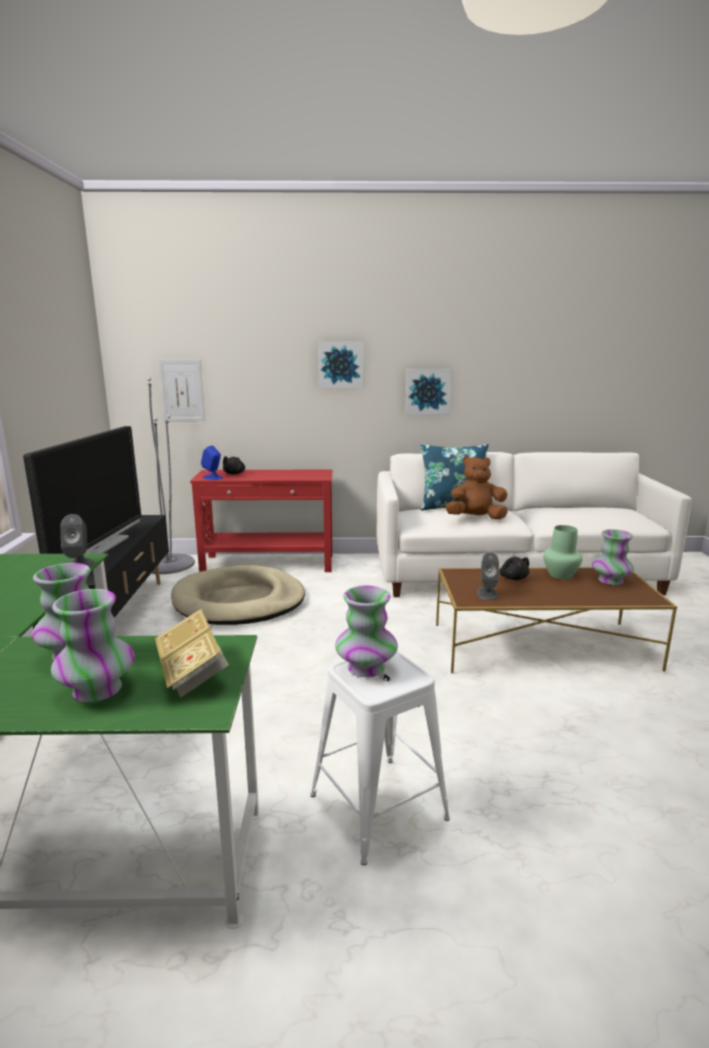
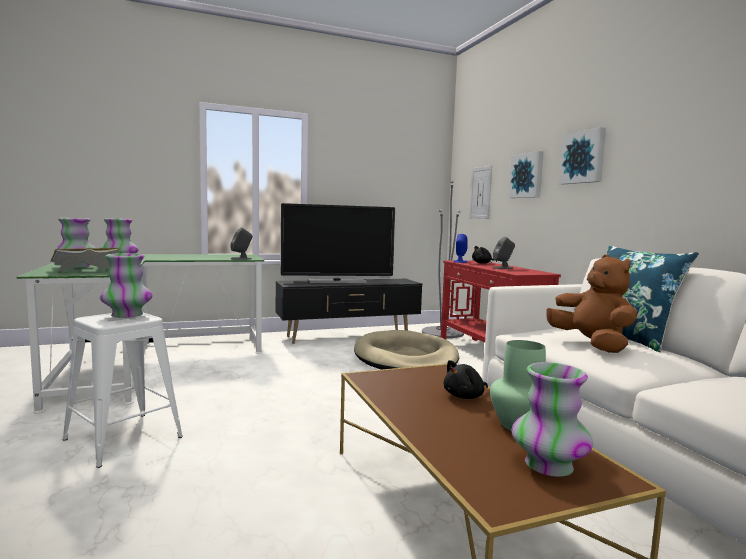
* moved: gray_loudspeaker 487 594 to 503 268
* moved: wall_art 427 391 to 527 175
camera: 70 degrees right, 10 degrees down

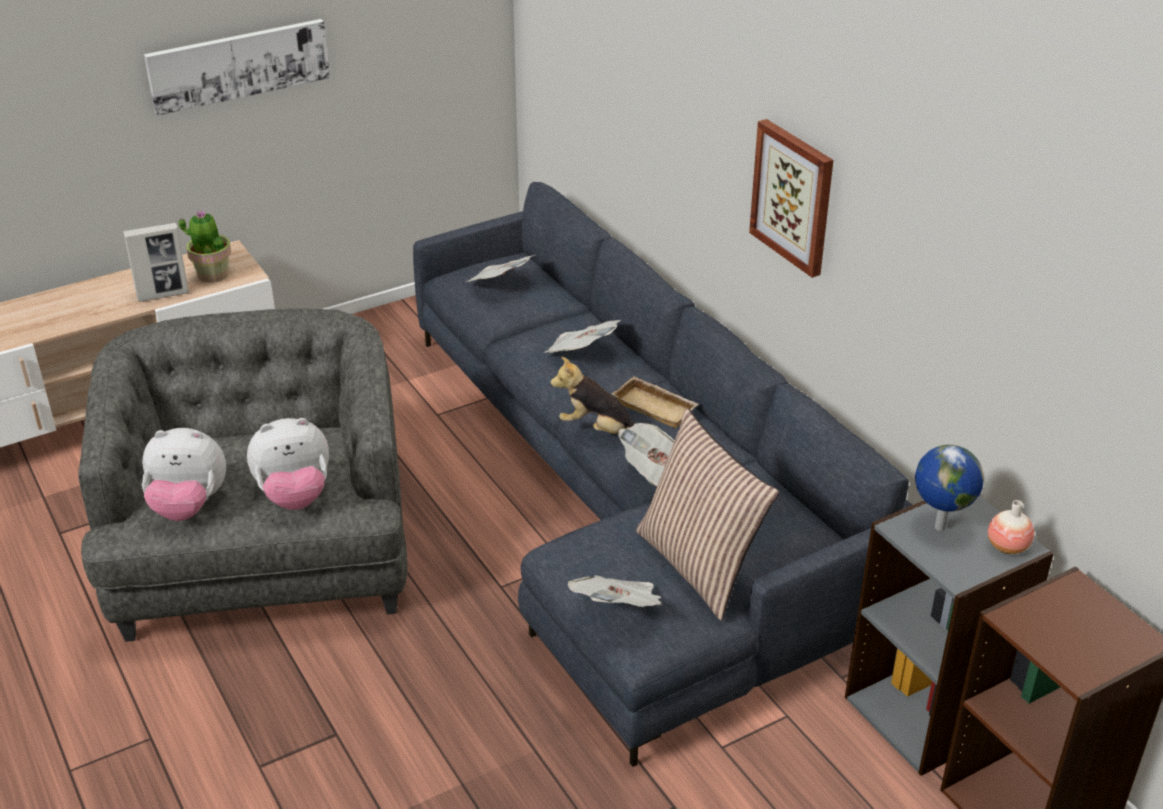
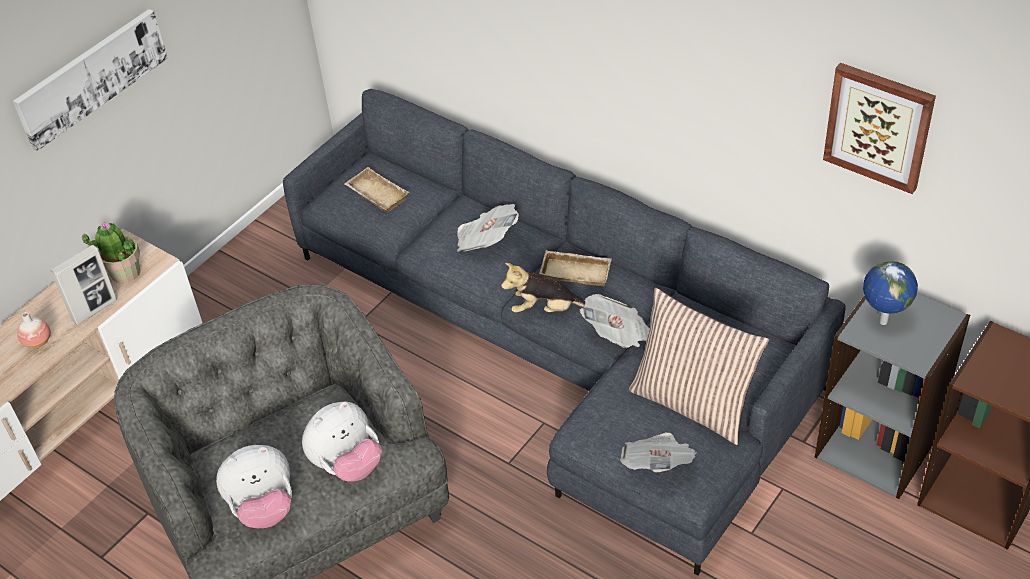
* moved: decorative_vase 1007 547 to 38 342
* replaced: printed_paper 500 285 to sand-coloured_tray 375 194
* moved: wall_art 793 196 to 879 126
camera: 20 degrees left, 10 degrees up

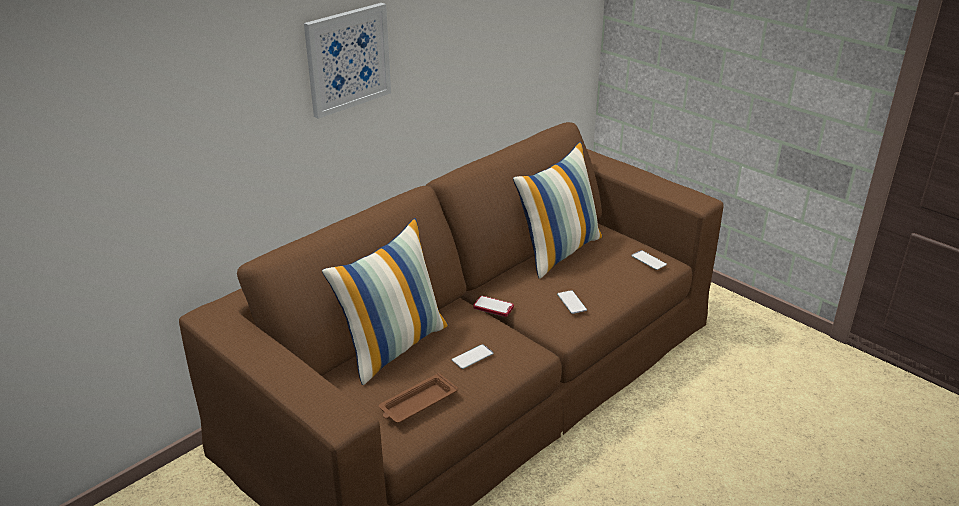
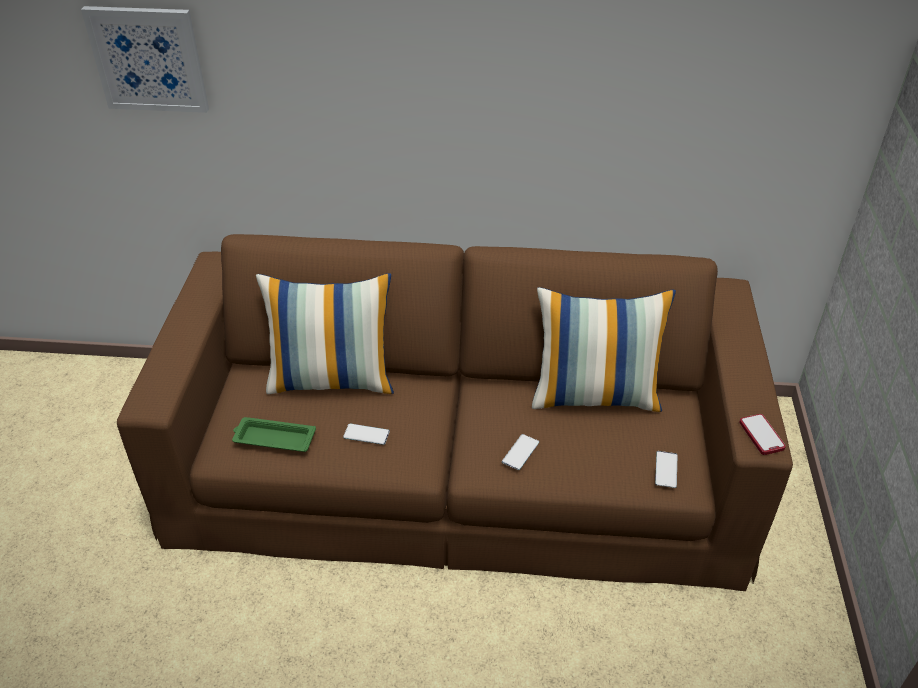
* moved: wall_art 347 59 to 148 59
* recoloured: brown_tray 417 403 to greenish_tray 273 438
* moved: handset 493 307 to 761 435
camera: 50 degrees right, 10 degrees up

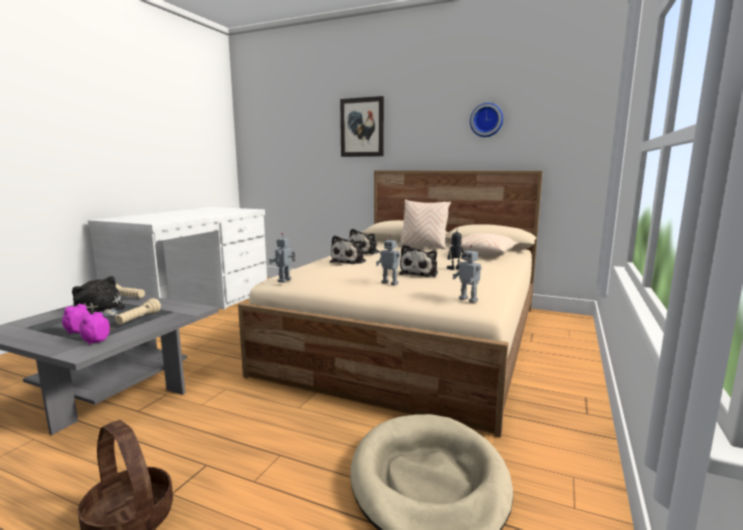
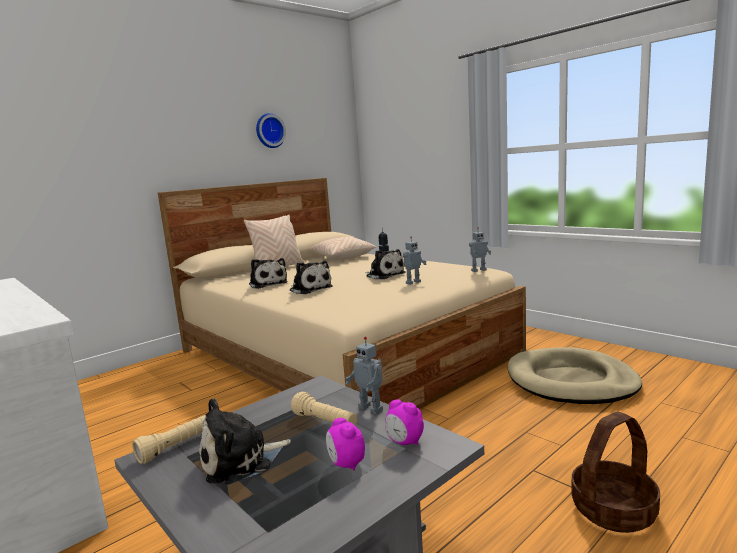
* moved: robot_figure 285 280 to 371 408
* removed: wall_art 362 127
camera: 65 degrees left, 0 degrees up

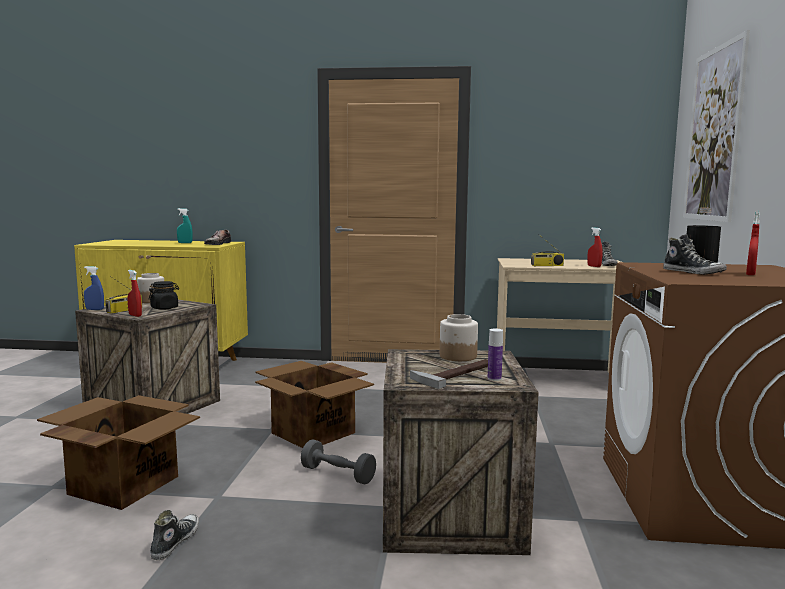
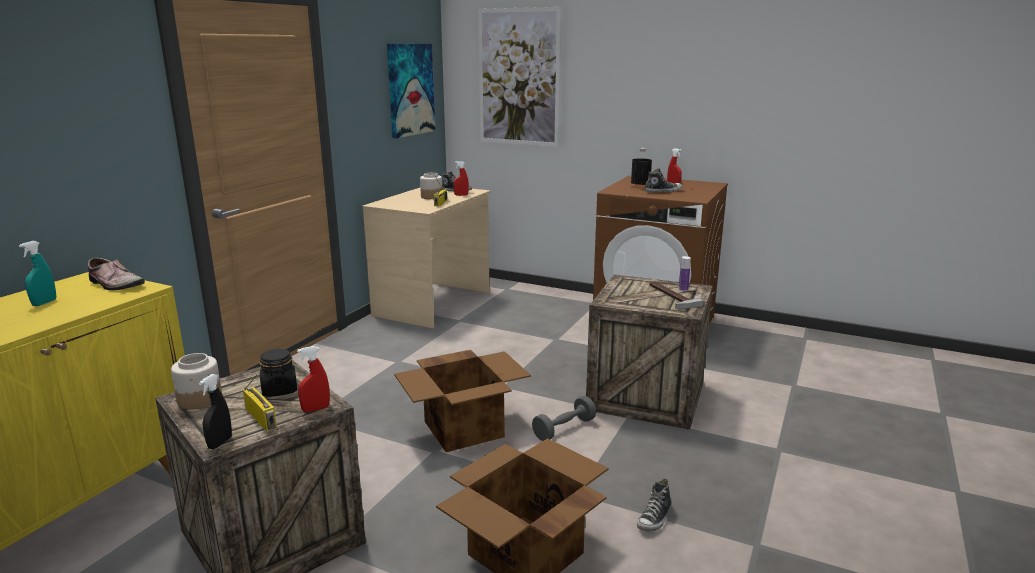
* recoloured: blue_hand_sprayer 94 309 to blackish_hand_sprayer 220 443
* added: wall_art 410 89
* moved: storage_jar 457 356 to 431 197
* turned: shoe 175 542 = 654 519 90 degrees counterclockwise
camera: 70 degrees left, 10 degrees up

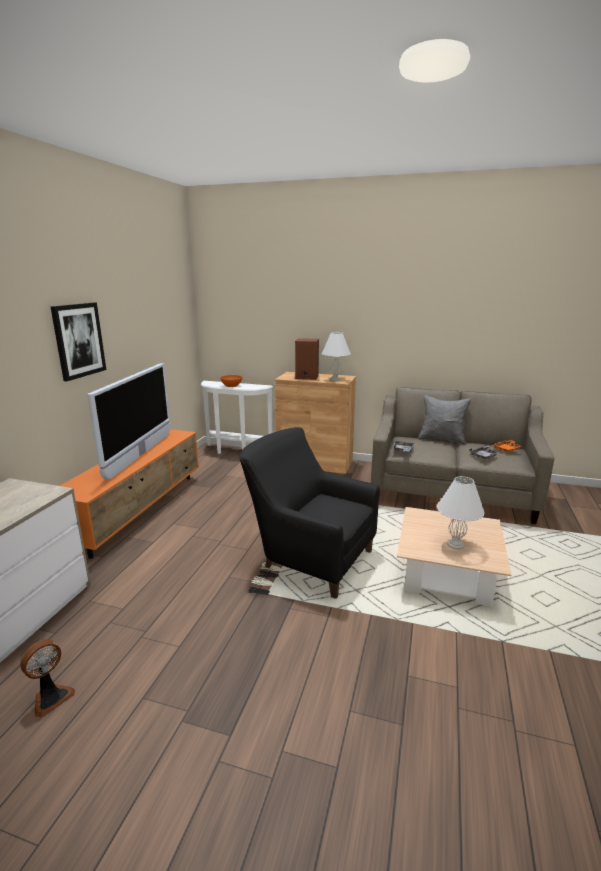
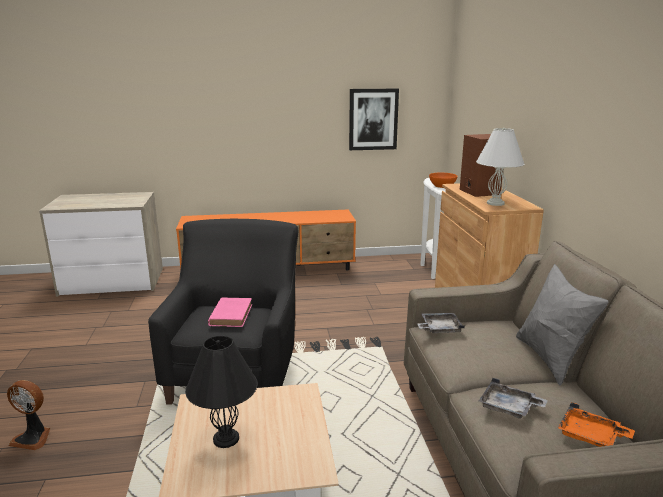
* moved: cooling_fan 51 697 to 33 438
* recoloured: white_table_lamp 456 545 to blackish_table_lamp 225 439
* added: pink-coloured_book 231 314
* moved: wall_art 79 340 to 373 119
* removed: TV 140 454
camera: 65 degrees right, 0 degrees up

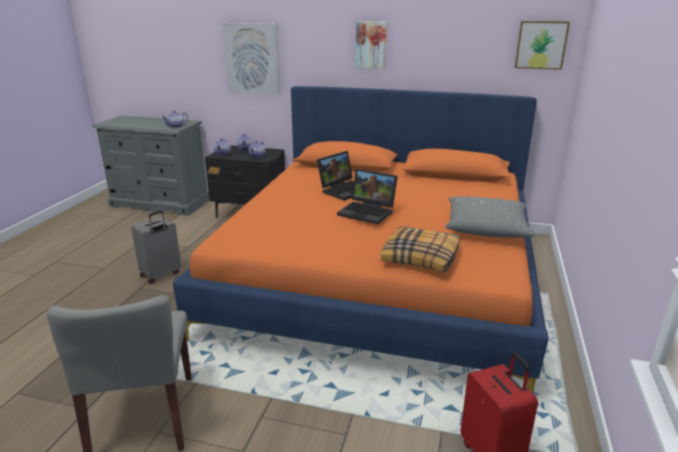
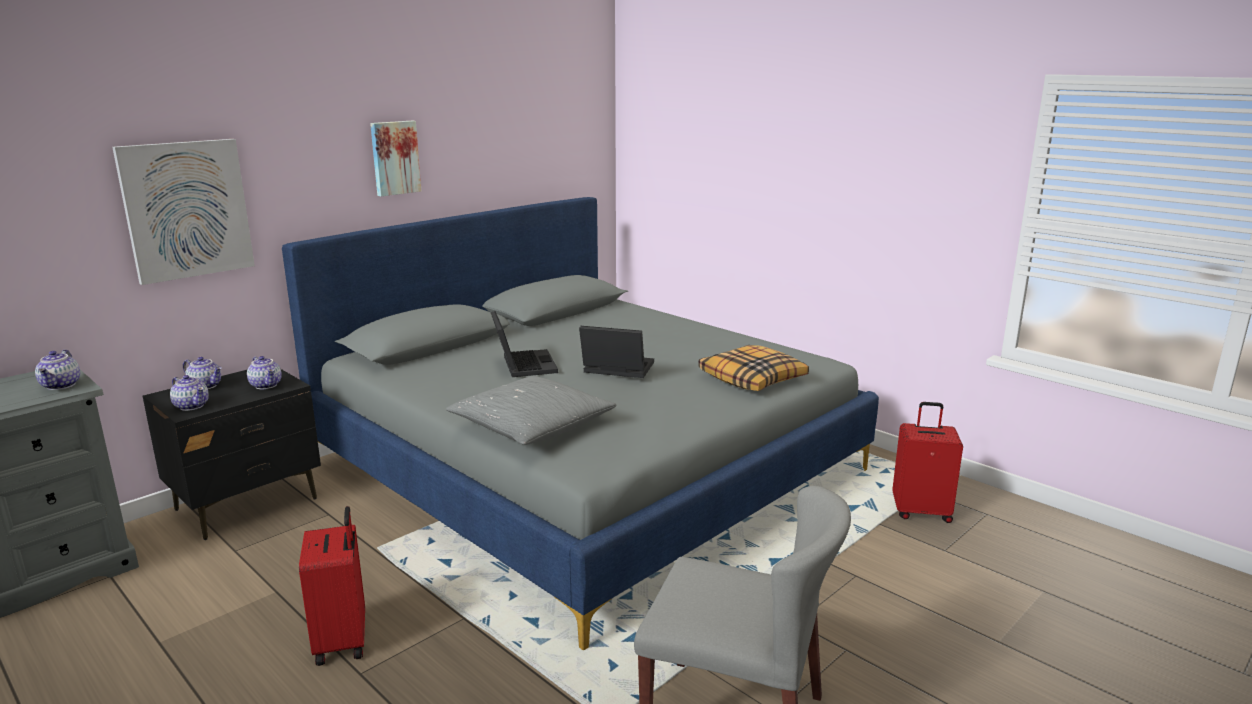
* recoloured: orange_bed 380 277 to gray_bed 587 466
* recoloured: gray_travel_case 161 275 to red-coloured_travel_case 343 641
* moved: gray_throw_pillow 486 228 to 532 426
* turned: notebook_computer 368 212 = 615 369 135 degrees counterclockwise
* removed: wall_art 541 44
camera: 60 degrees left, 5 degrees down

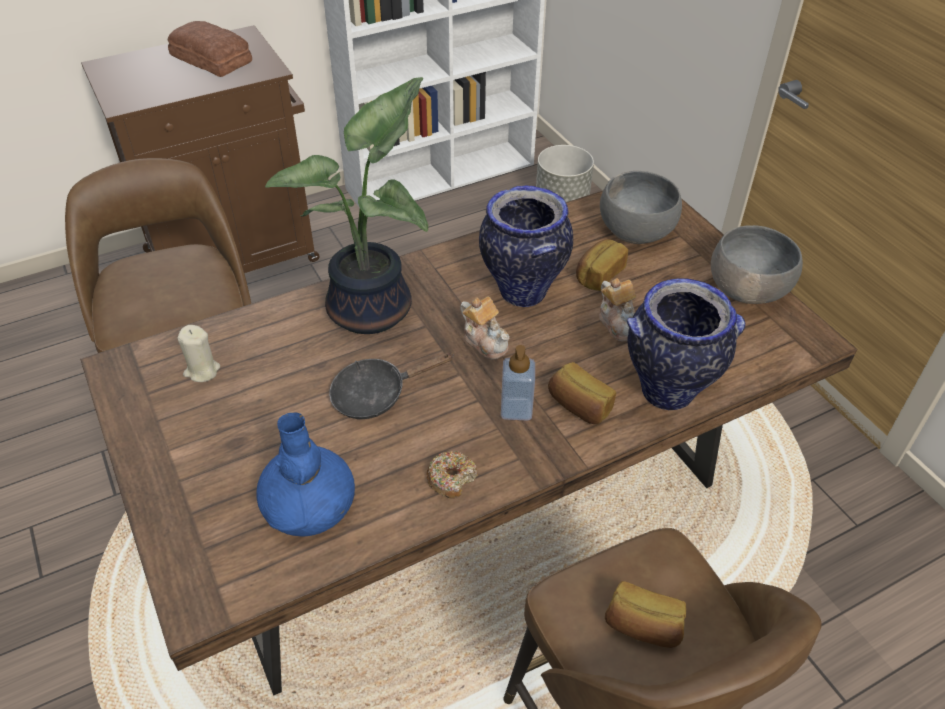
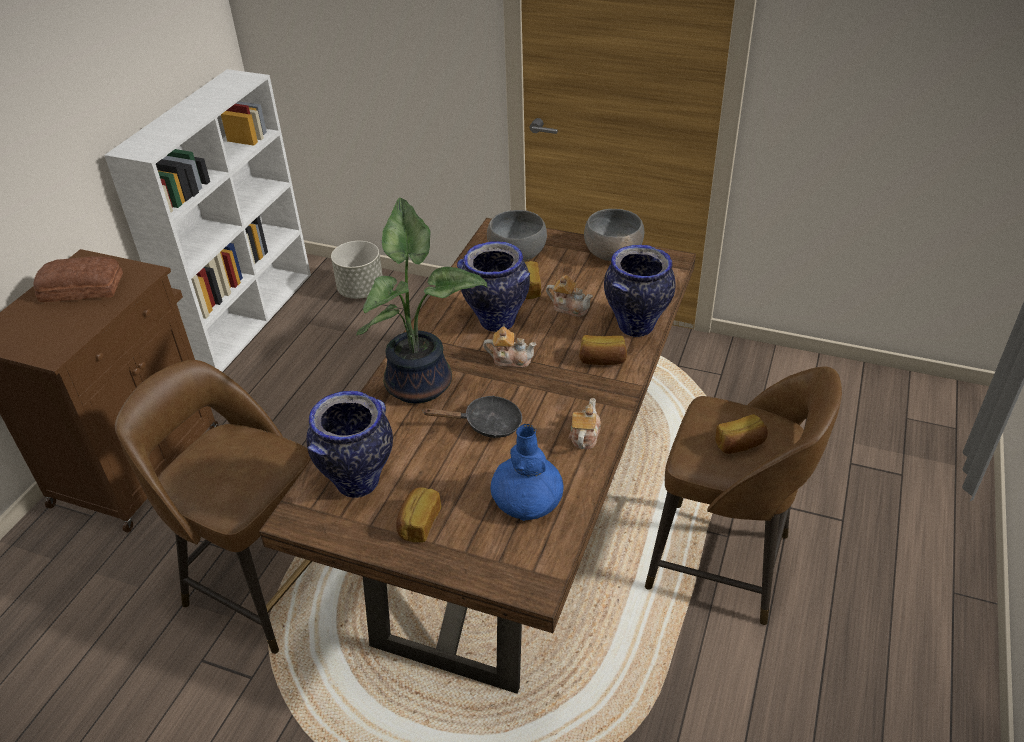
* replaced: sand-coloured_wax_candle 202 371 to decorative_vase 358 482
* added: baked_bread 418 523
* turned: blackish_frying_pan 376 394 = 487 424 120 degrees counterclockwise
* replaced: ring_doughnut 451 478 to tea_pot 584 436
* removed: liquid_soap_bottle 516 409
camera: 40 degrees left, 5 degrees down

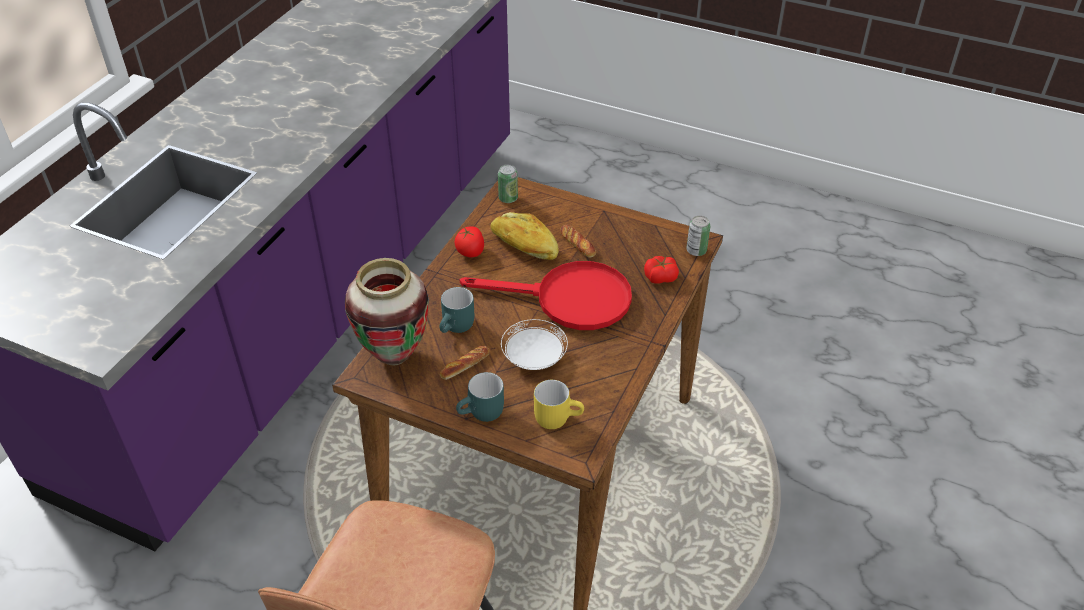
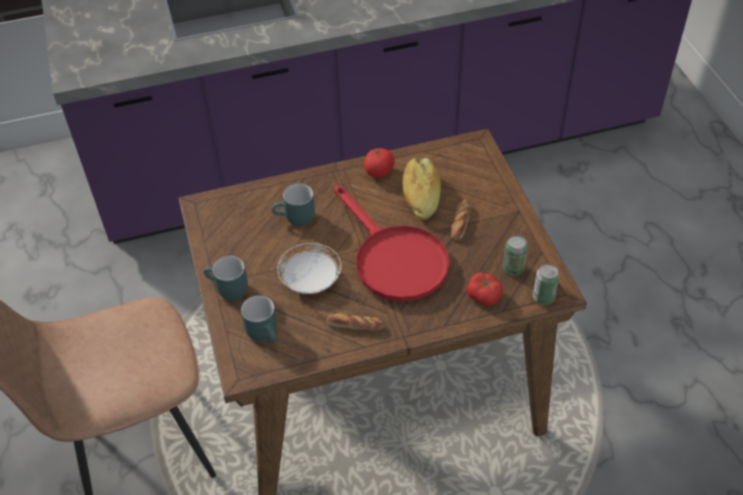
* recoloured: yellow_mug 557 416 to turquoise-coloured_mug 266 333
* moved: baked_bread 465 365 to 355 325
* moved: metal_can 508 198 to 513 268
* removed: decorative_vase 395 356
camera: 50 degrees right, 5 degrees up

